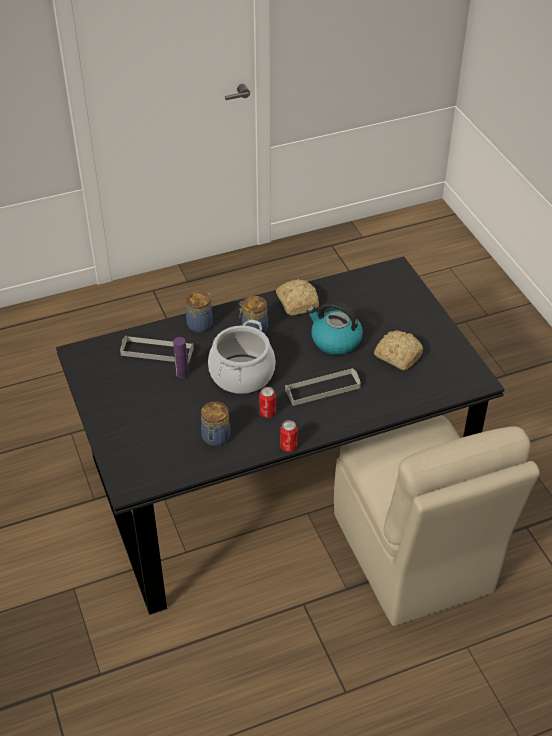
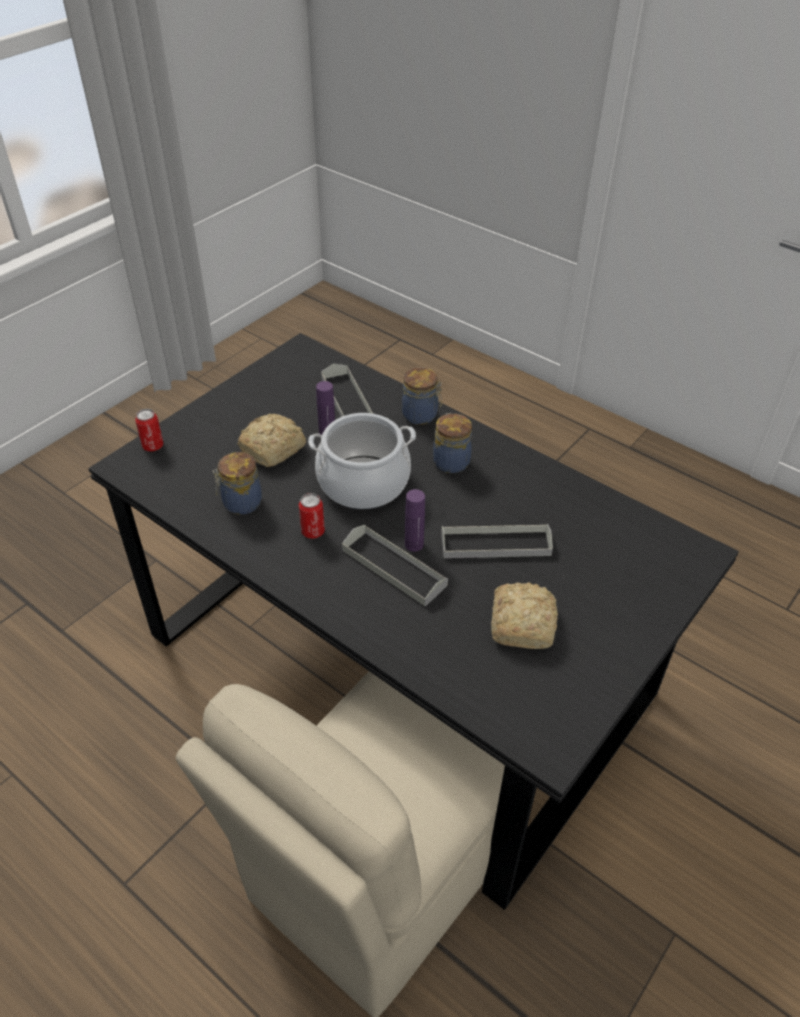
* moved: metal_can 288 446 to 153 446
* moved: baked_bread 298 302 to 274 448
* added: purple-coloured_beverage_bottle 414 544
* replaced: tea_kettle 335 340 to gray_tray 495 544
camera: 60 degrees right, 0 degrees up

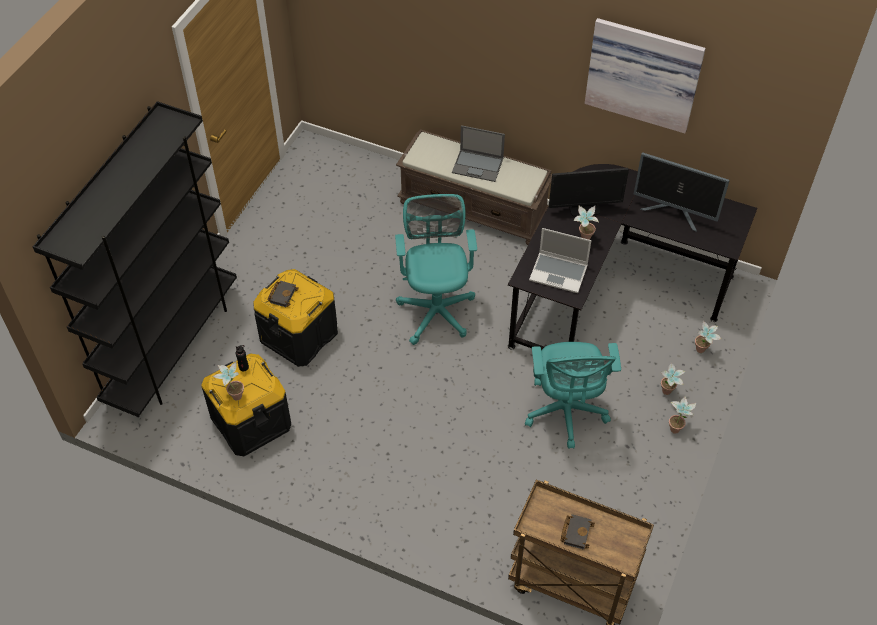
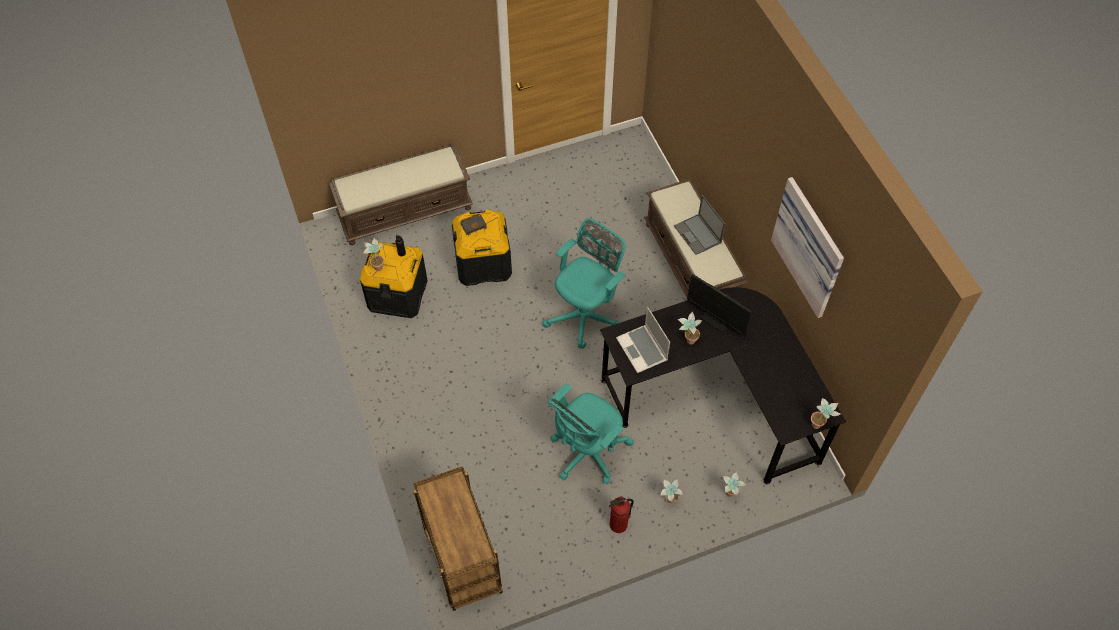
* replaced: blackish_bookshelf 173 347 to brown_bench 406 211
* added: extinguisher 618 525
* moved: plant_in_a_pot 677 427 to 819 425
* removed: blackish_book 576 532
* removed: computer_screen 674 213
camera: 45 degrees right, 5 degrees up

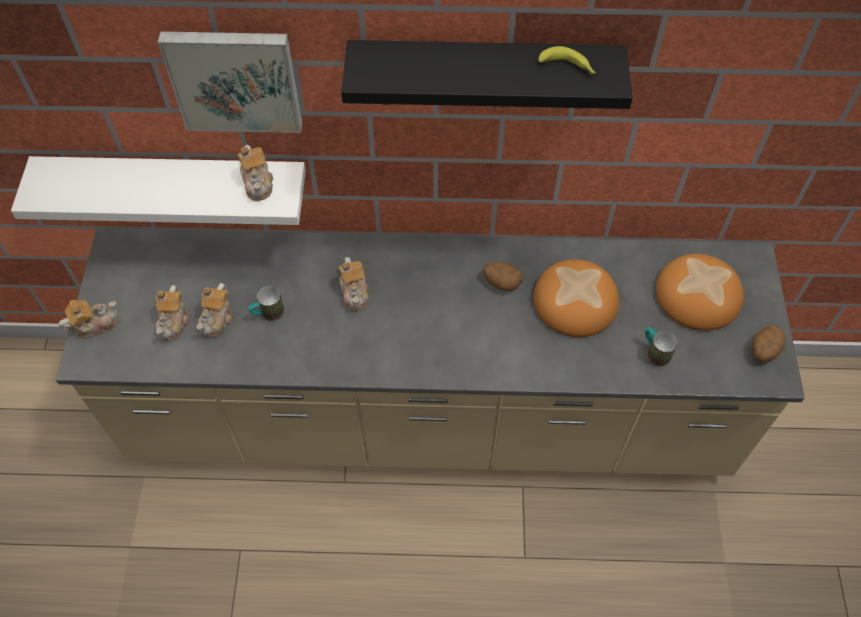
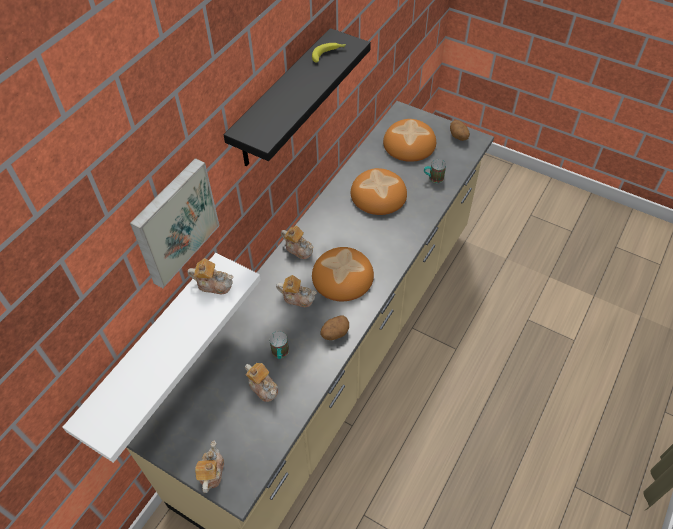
* moved: tea_pot 174 322 to 298 249
* added: baked_bread 342 277
* moved: spud 501 282 to 334 333
camera: 60 degrees left, 5 degrees down

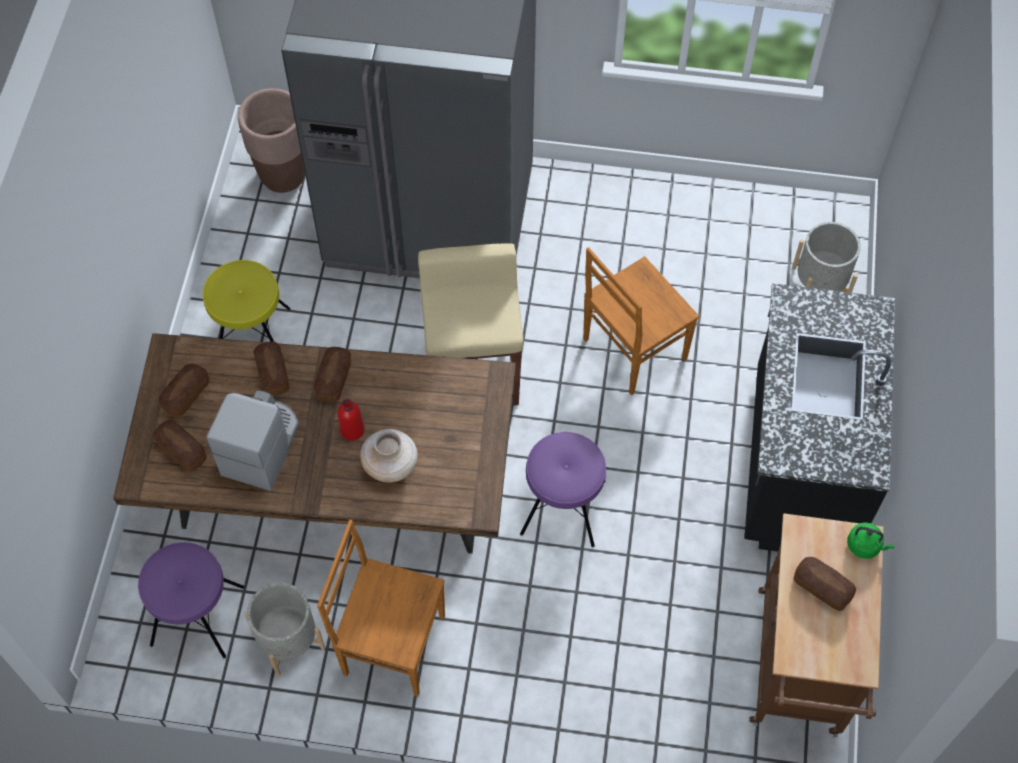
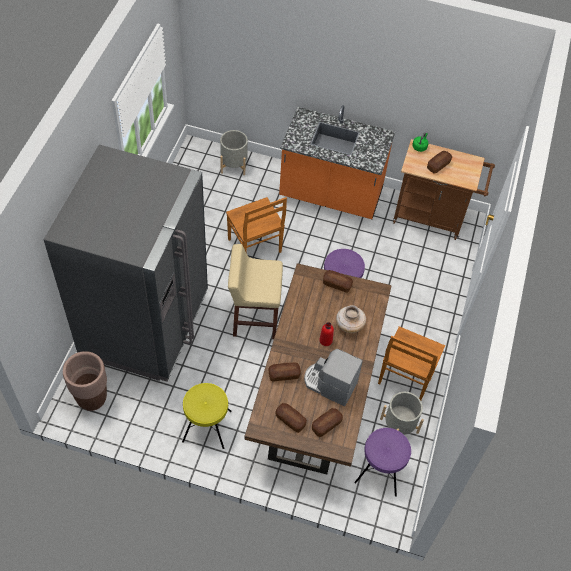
* recoloured: blackish_kitchen_base_unit 798 464 to orange_kitchen_base_unit 330 195
* moved: baked_bread 334 379 to 337 284
camera: 85 degrees left, 5 degrees down

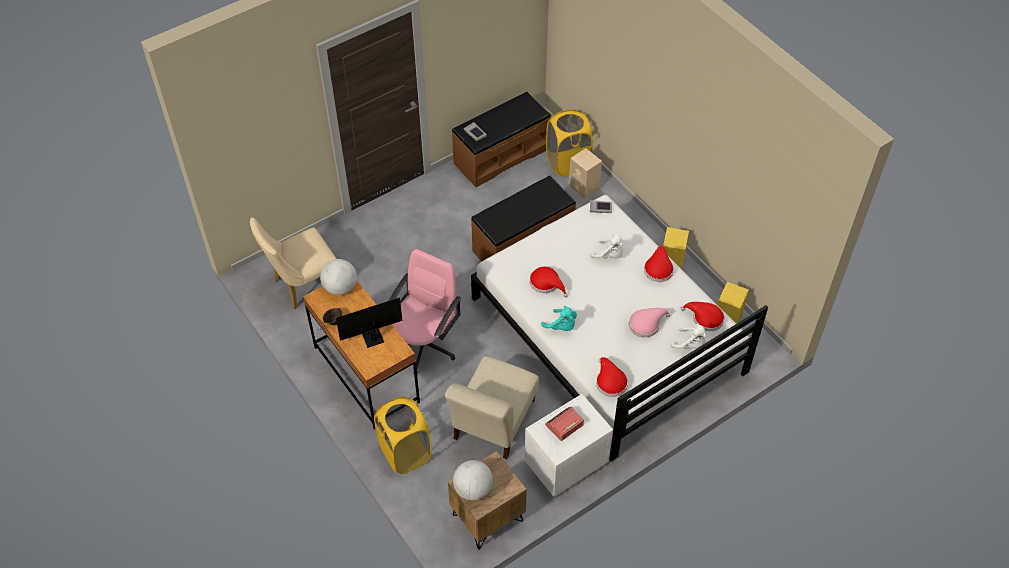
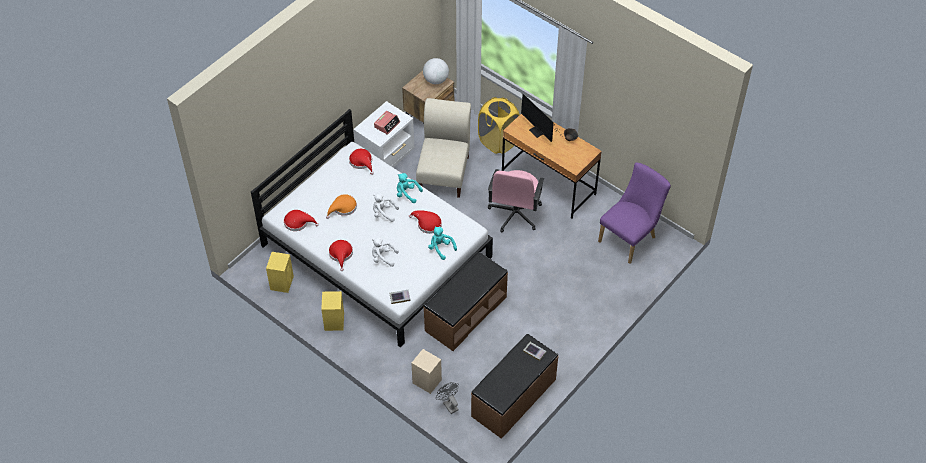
* recoloured: pink-coloured_wearable_hat 646 324 to orange_wearable_hat 343 208
* moved: white_cuddly_toy 690 345 to 383 213
* added: turquoise-coloured_cuddly_toy 440 248
* replaced: yellow_laundry_basket 567 163 to gray_cooling_fan 449 404
* turned: computer_screen 369 338 = 539 132 90 degrees clockwise
* recoloured: sand-coloured_chair 302 286 to purple-coloured_chair 630 237
* removed: world_globe 340 287
camera: 165 degrees right, 0 degrees up

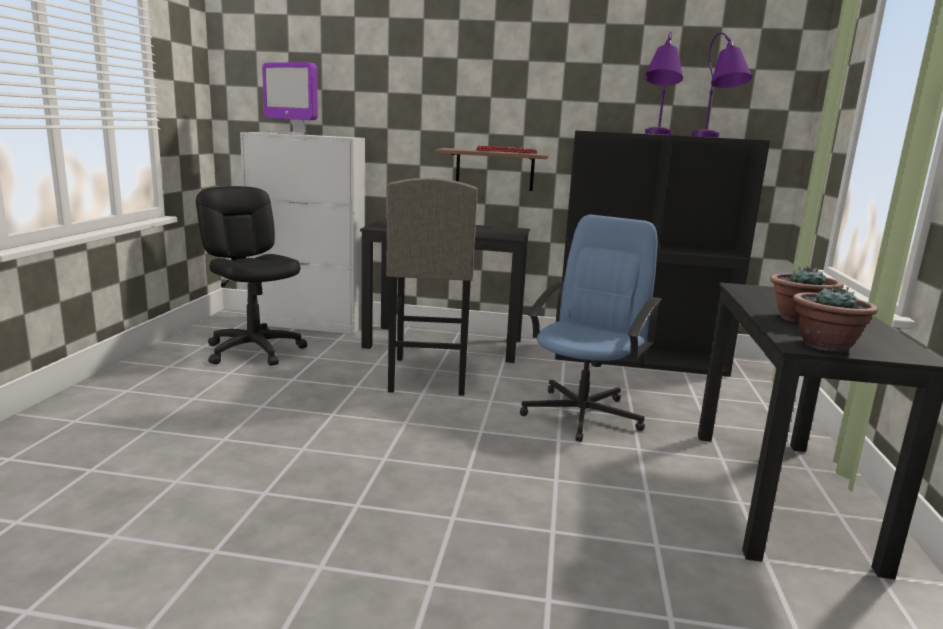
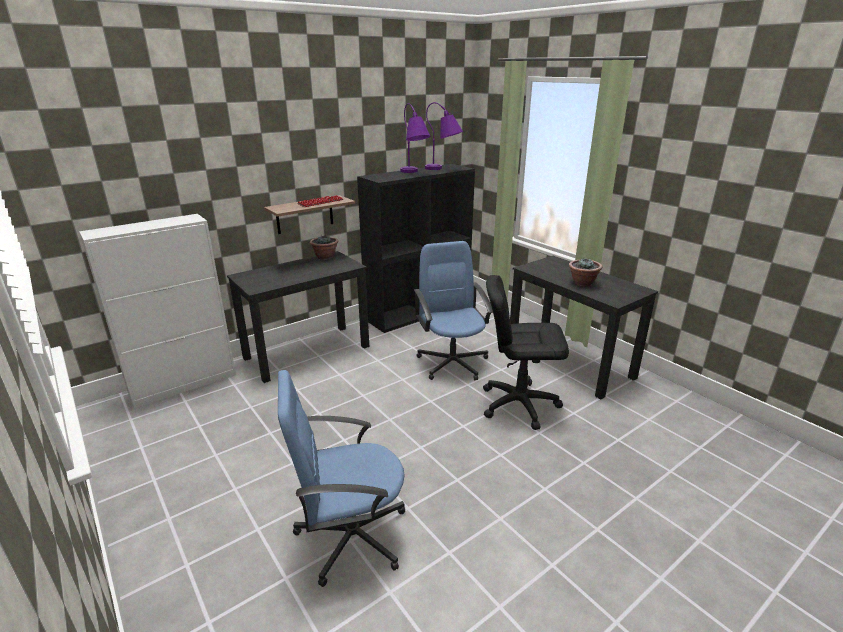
* added: blue_computer_chair 350 536
* moved: plant_in_a_pot 825 345 to 325 257
* moved: blackish_computer_chair 255 351 to 519 404
* removed: computer_screen 292 134
* removed: gray_sitting_stool 428 376
camera: 45 degrees left, 10 degrees up

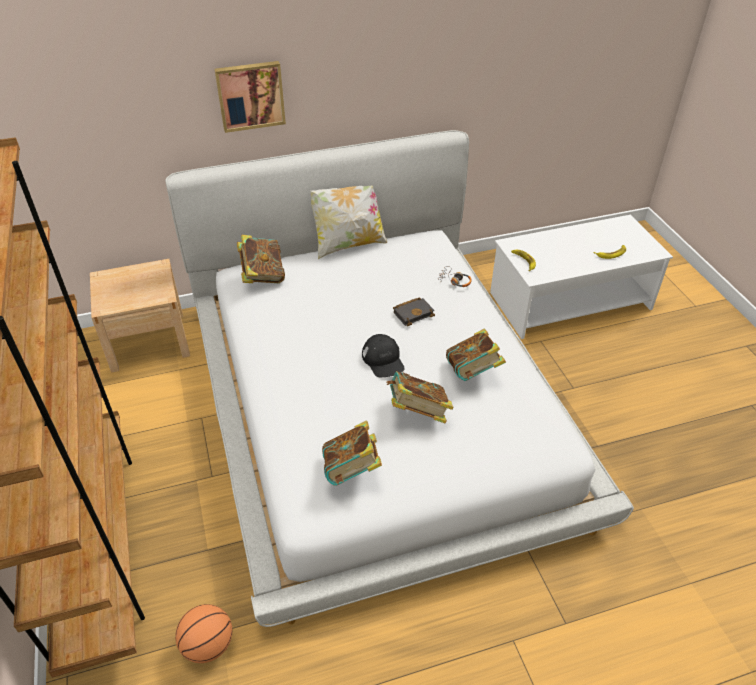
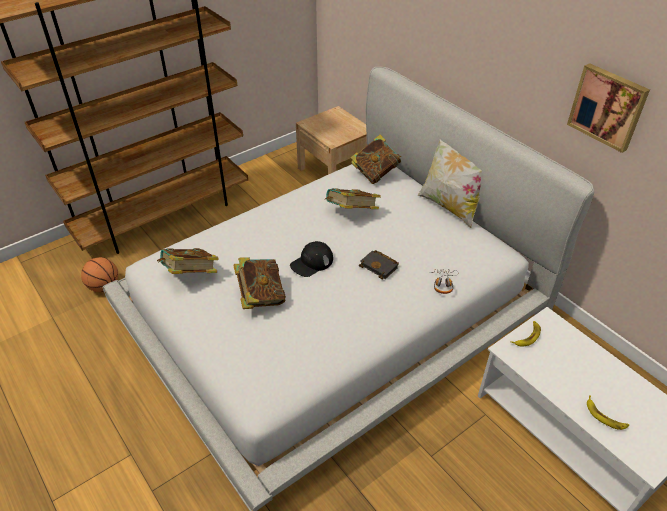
* moved: book 473 372 to 351 213
* moved: wall_art 250 95 to 608 106
camera: 70 degrees right, 0 degrees up

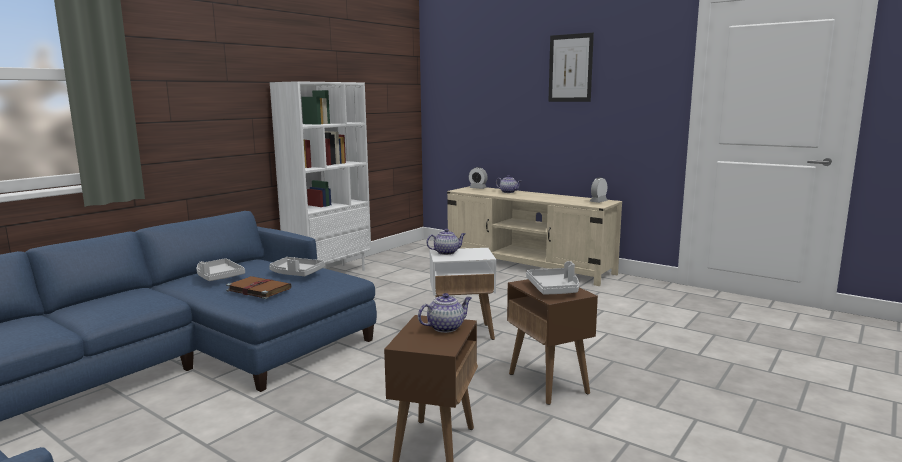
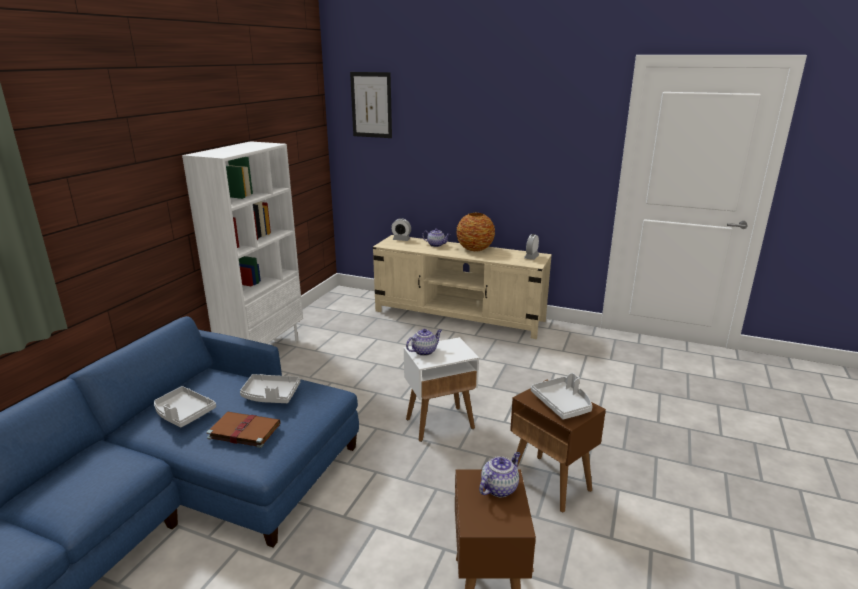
* moved: wall_art 570 68 to 371 105
* added: decorative_vase 475 249
camera: 15 degrees left, 10 degrees up

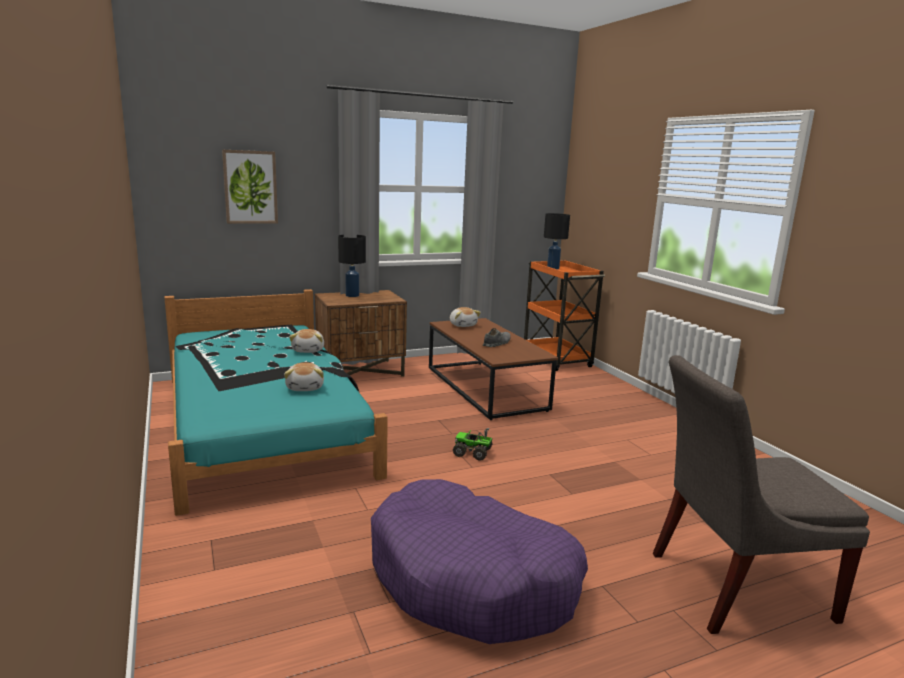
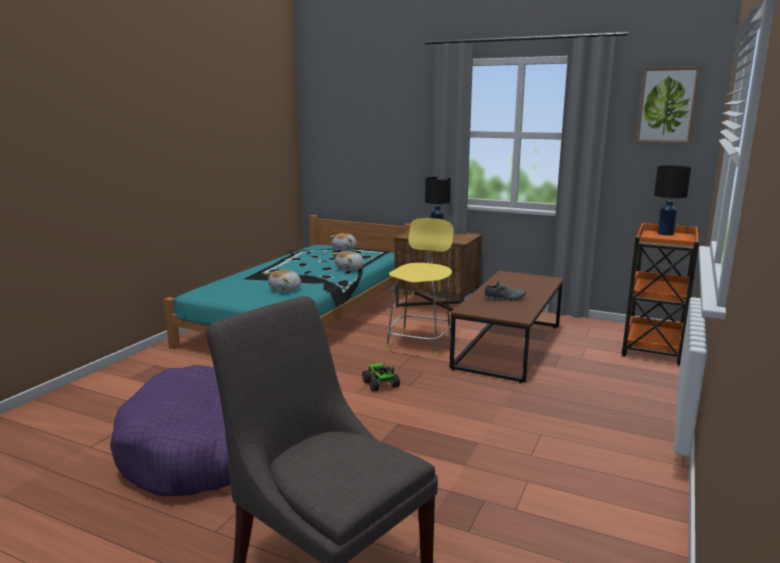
* moved: cuddly_toy 463 325 to 345 249
* added: yellow_sitting_stool 420 344
* moved: wall_art 250 187 to 667 105
camera: 50 degrees right, 0 degrees up

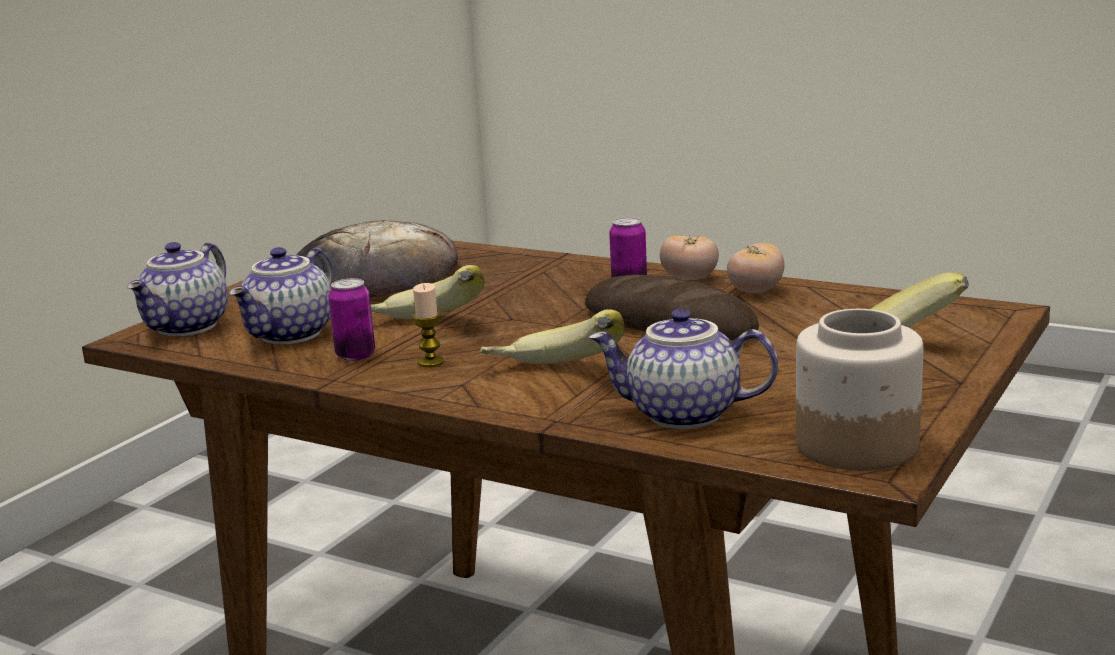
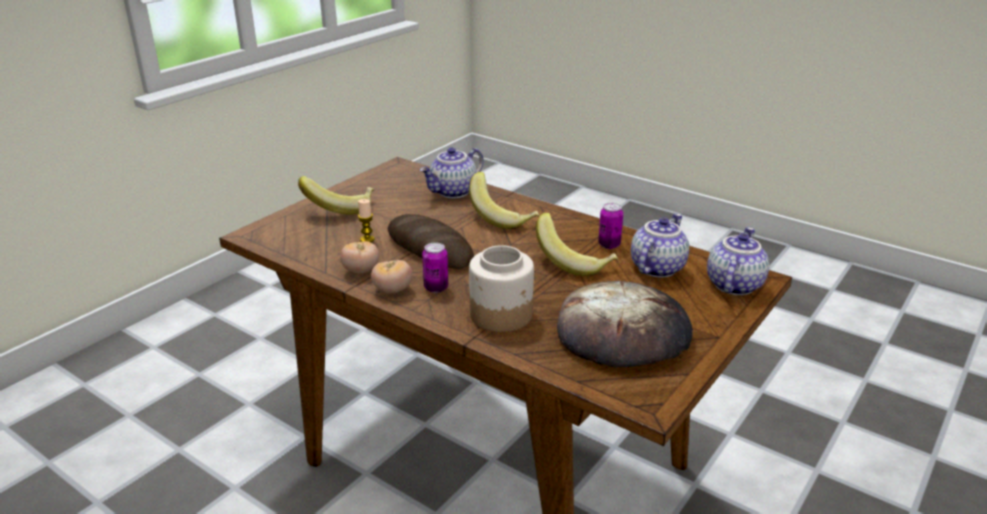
* moved: wax_candle 431 362 to 367 239
* turned: tea_pot 682 415 = 453 192 120 degrees clockwise
* moved: storage_jar 855 445 to 502 315
camera: 175 degrees left, 10 degrees up

